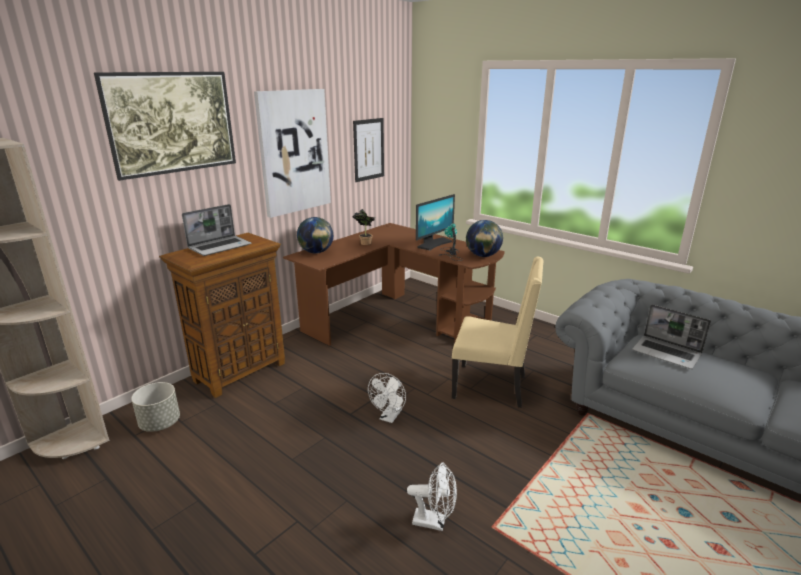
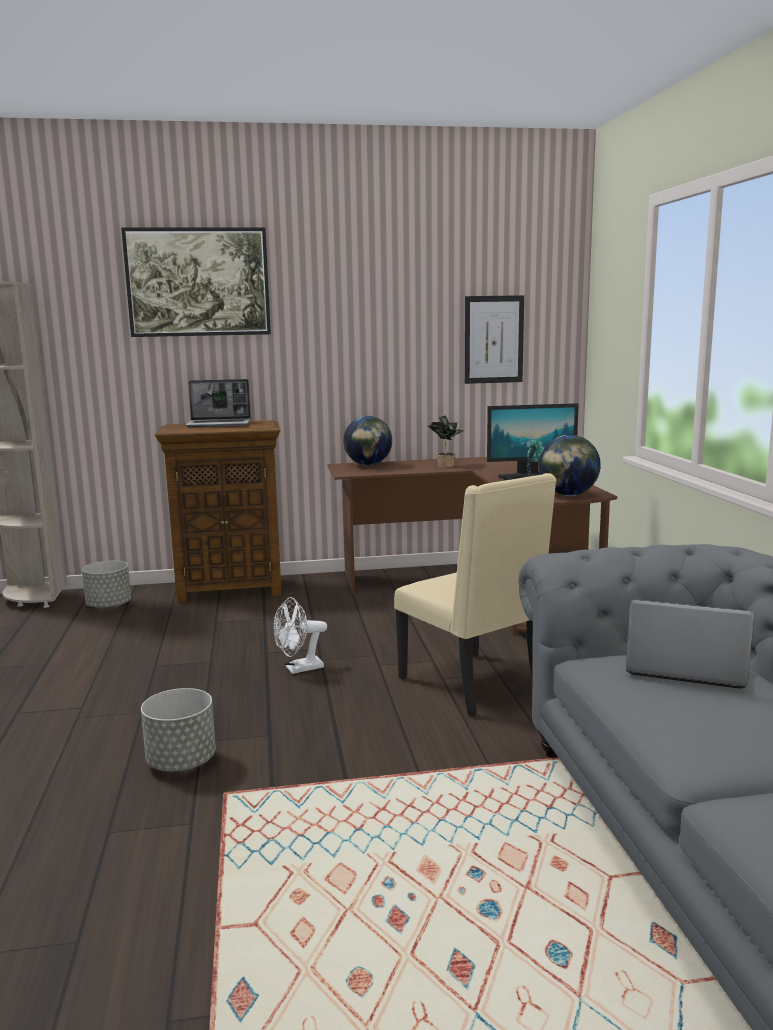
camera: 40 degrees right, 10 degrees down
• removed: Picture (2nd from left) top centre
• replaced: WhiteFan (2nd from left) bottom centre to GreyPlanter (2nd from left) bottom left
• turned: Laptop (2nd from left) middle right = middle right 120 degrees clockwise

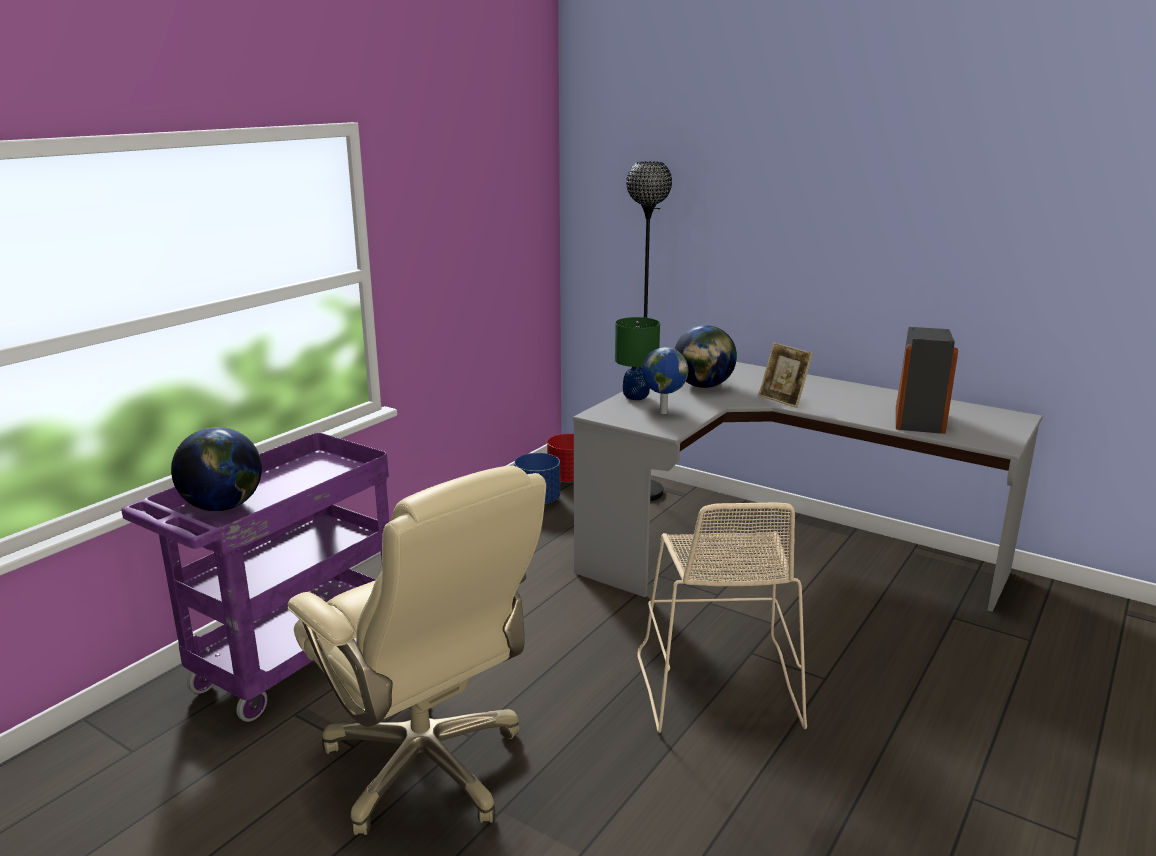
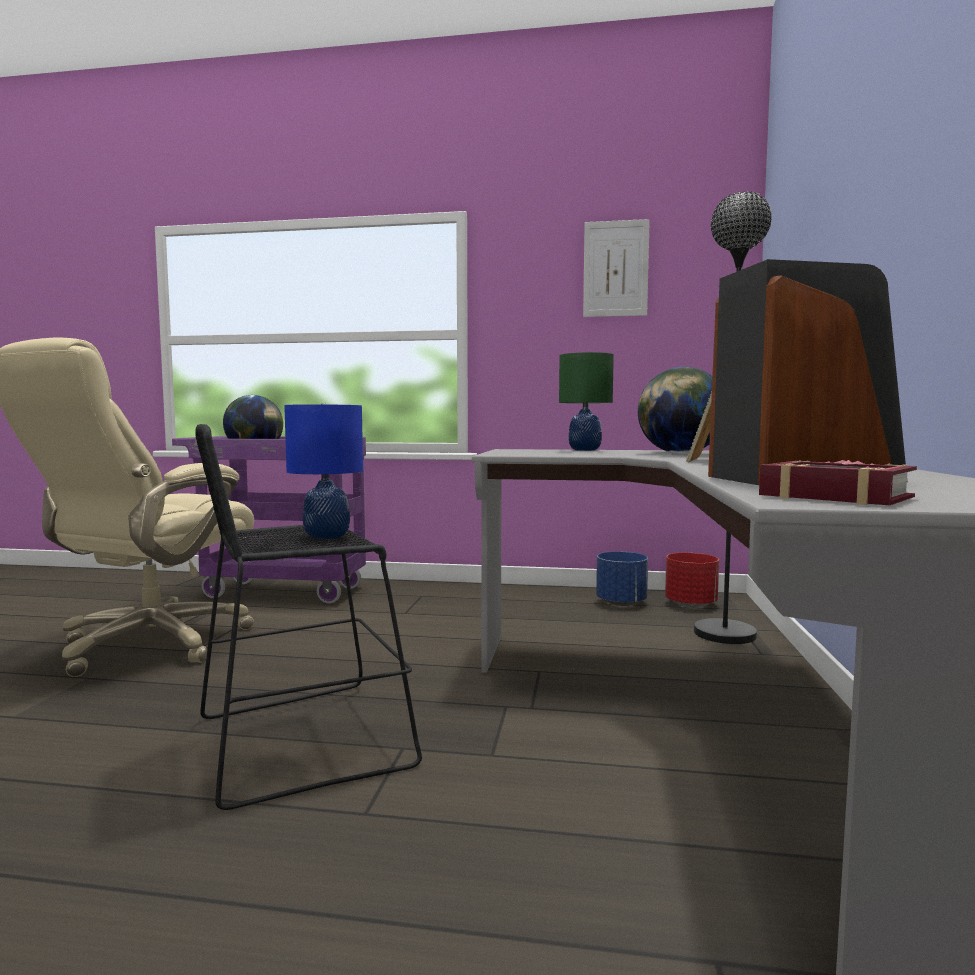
camera: 65 degrees right, 15 degrees down
• removed: DeskGlobe (2nd from left) centre
• added: BlueColouredTabletopLamp middle left
• added: Picture top centre
• added: Book middle right
• recoloured: SandColouredSittingStool bottom centre to BlackishSittingStool middle left

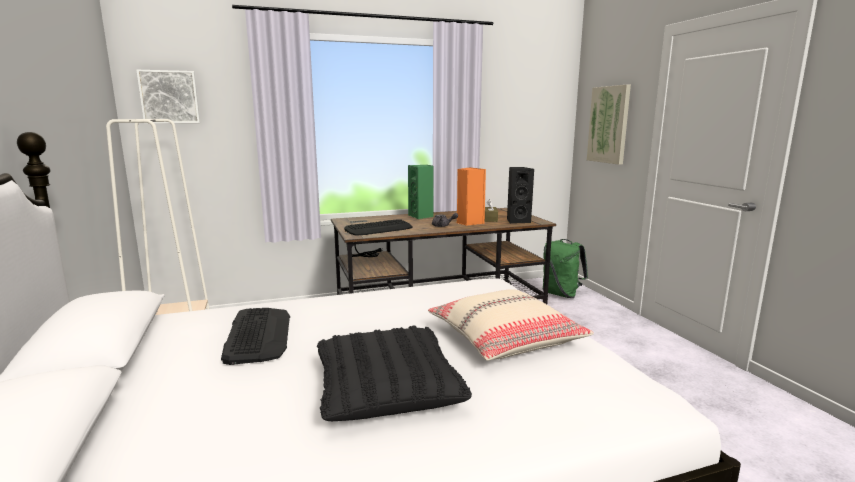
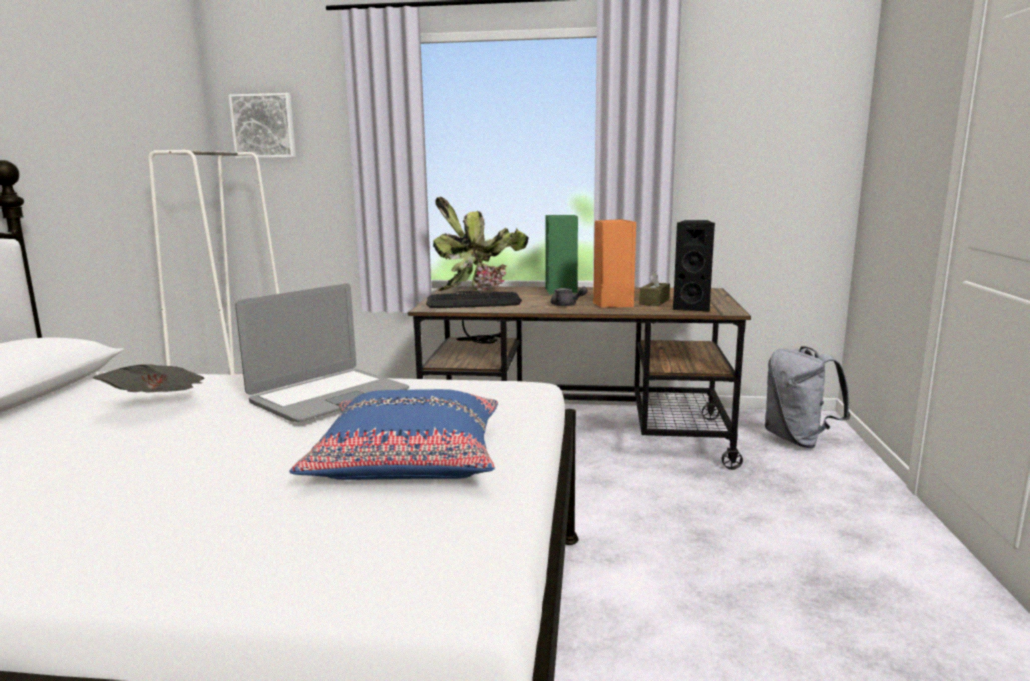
camera: 25 degrees right, 0 degrees up
• removed: BlackishThrowPillow bottom centre
• removed: Picture (2nd from left) top right
• added: Laptop middle left
• added: PlantInAPot centre
• replaced: PcKeyboard (1st from left) bottom left to PrintedPaper middle left
• recoloured: SandColouredThrowPillow bottom centre to BlueColouredThrowPillow centre
• recoloured: GreenKnapsack centre to GreyKnapsack middle right

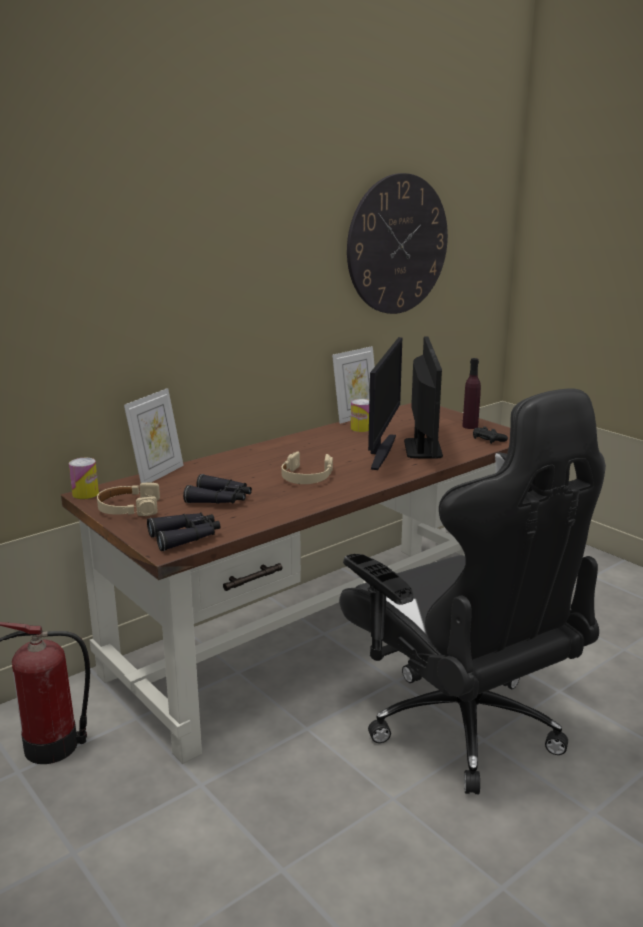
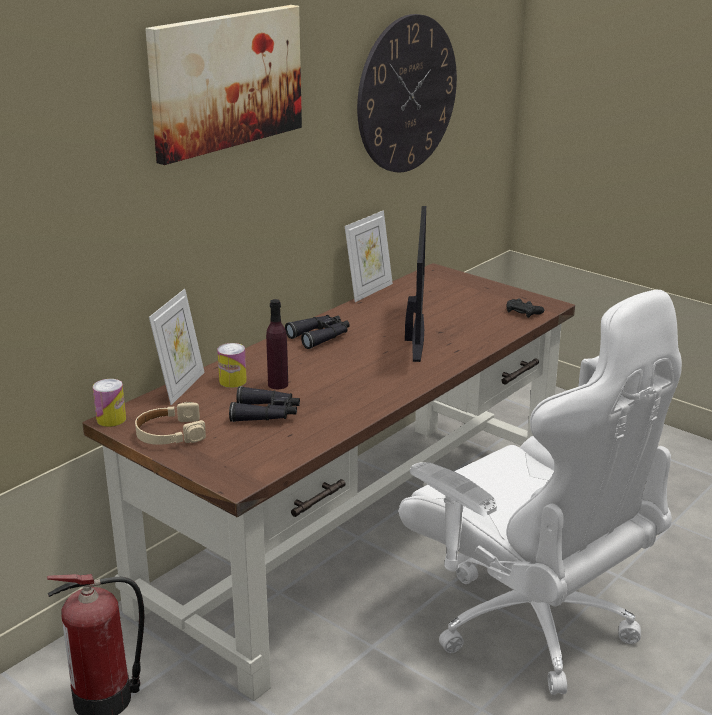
camera: 10 degrees left, 5 degrees up
• removed: SandColouredHeadset (2nd from left) centre
• removed: ComputerDisplay (2nd from left) centre
• added: Picture top left
• moved: BlackishBinoculars (1st from left in the first image) middle left to BlackishBinoculars (2nd from left) centre
• moved: SealedCan (2nd from left) centre to middle left
• moved: PurpleDrinkBottle middle right to centre
• recoloured: BlackishOfficeChair middle right to WhiteOfficeChair bottom right

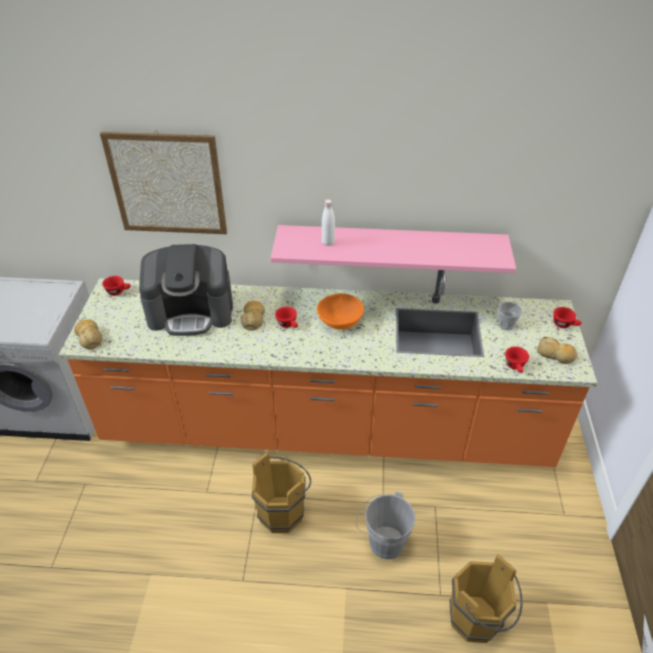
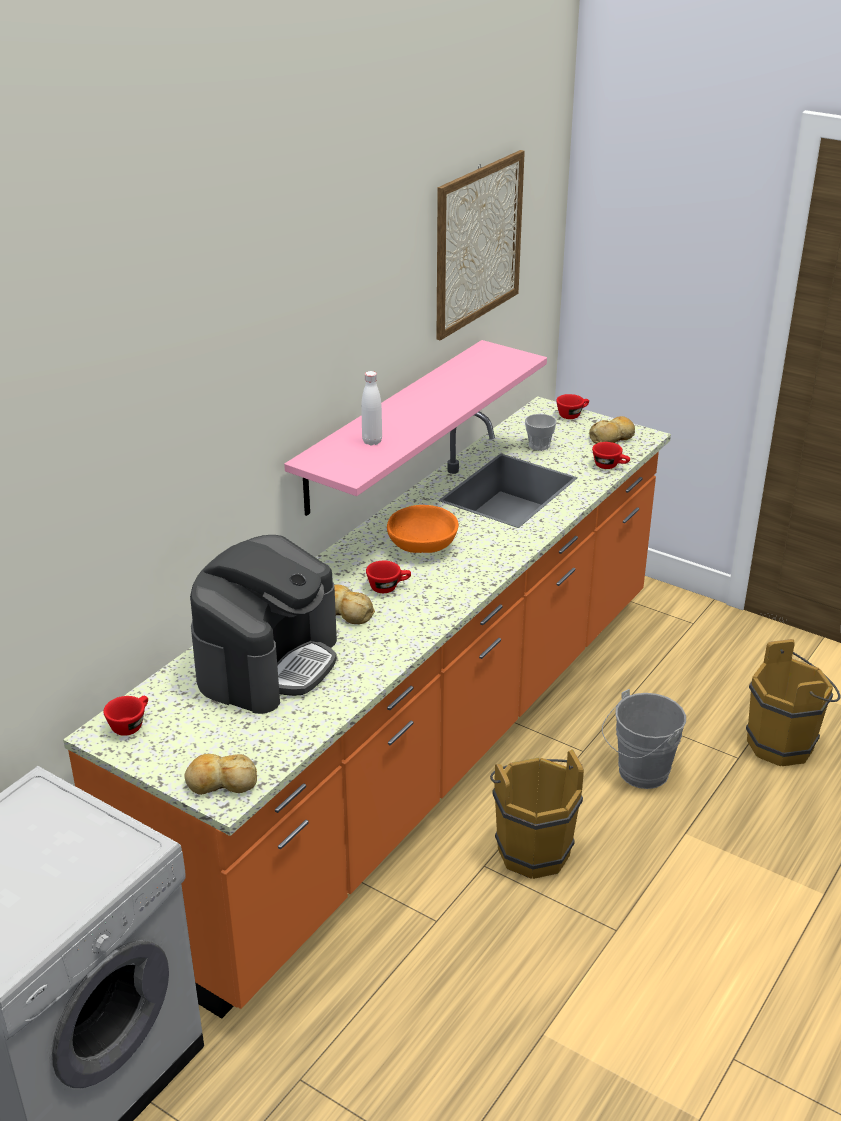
camera: 60 degrees left, 10 degrees down
• moved: Picture top left to top centre

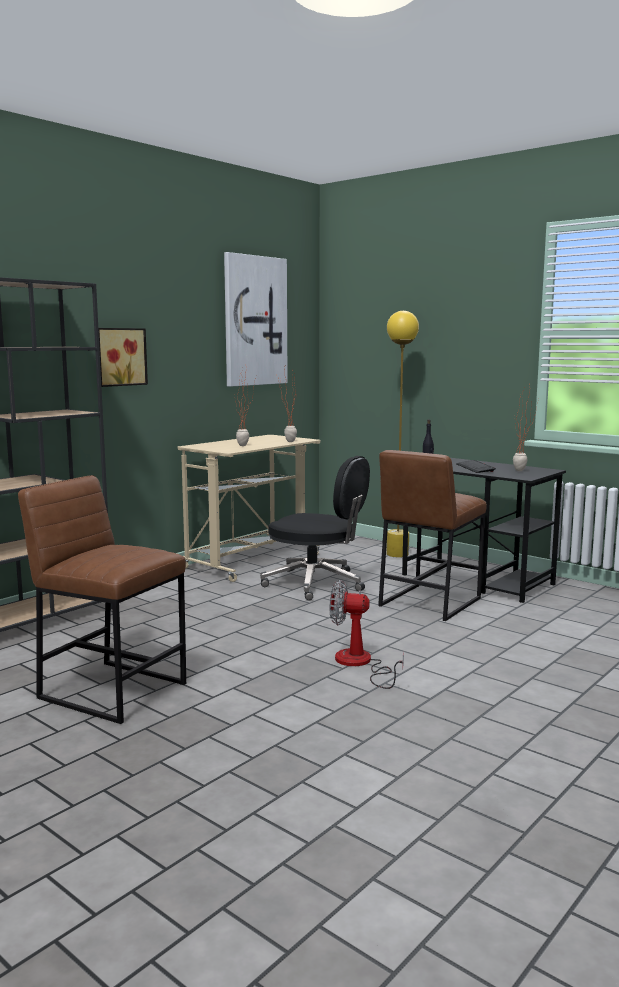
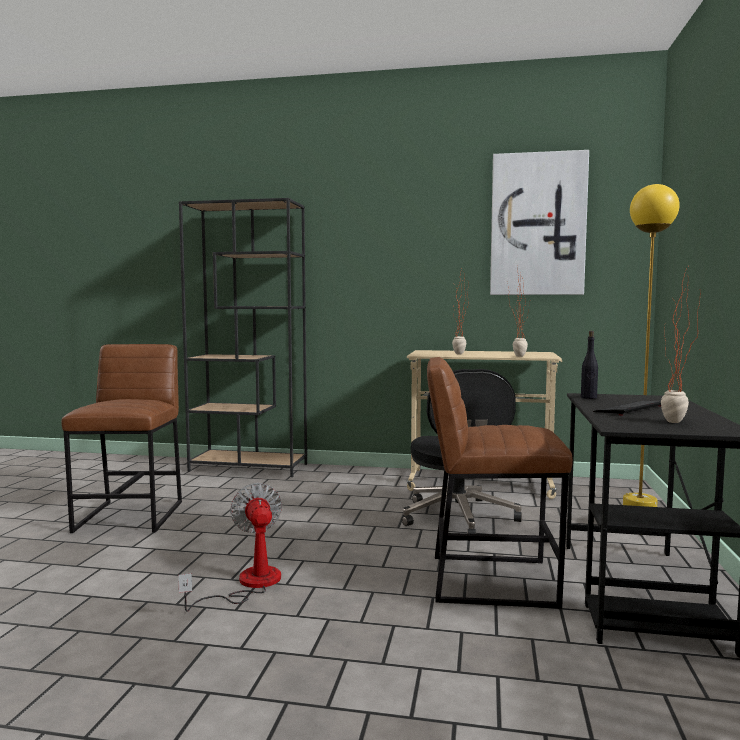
camera: 60 degrees right, 5 degrees down
• removed: Picture (1st from left) middle left

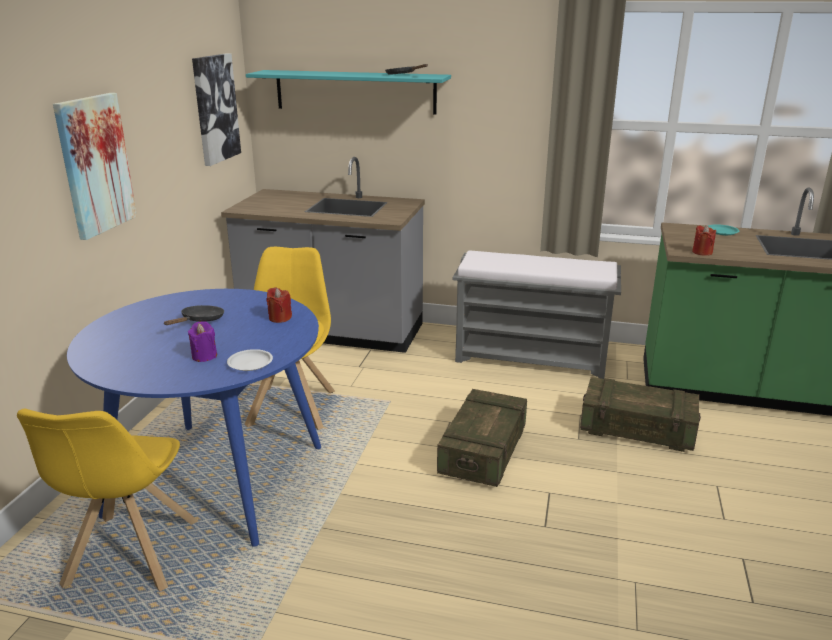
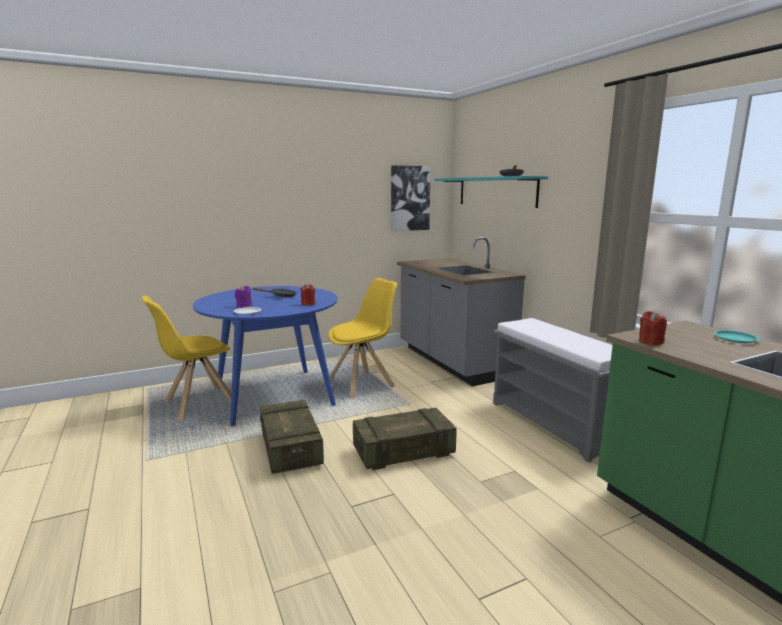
camera: 50 degrees right, 10 degrees down
• removed: Picture (1st from left) top left
• moved: PackingCrate (2nd from left in the first image) middle right to PackingCrate (1st from left) bottom centre

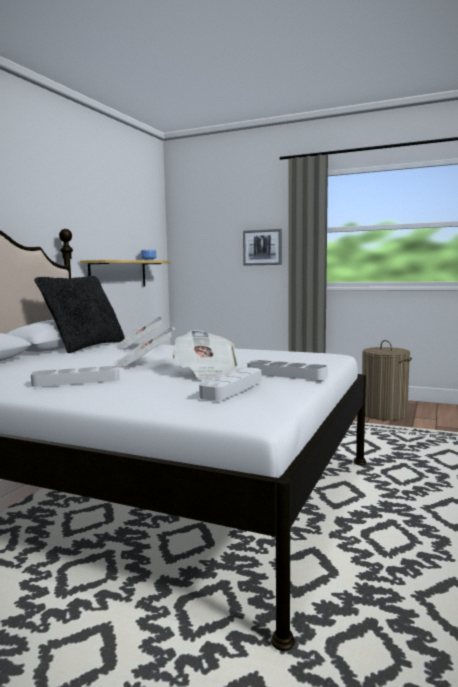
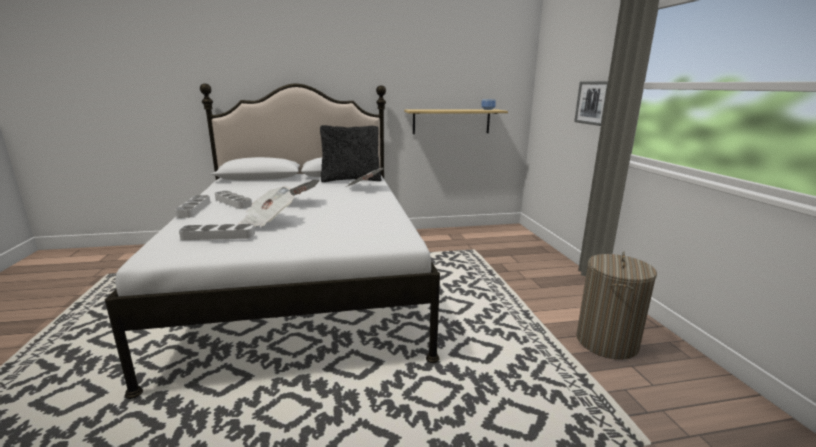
camera: 55 degrees right, 10 degrees up
• moved: GreyCarryingTray (3rd from left in the first image) centre to GreyCarryingTray (1st from left) middle left

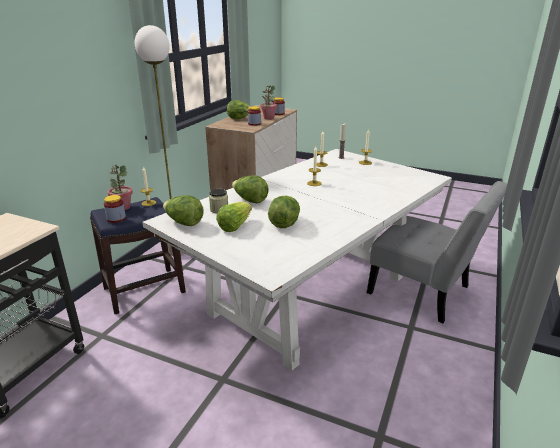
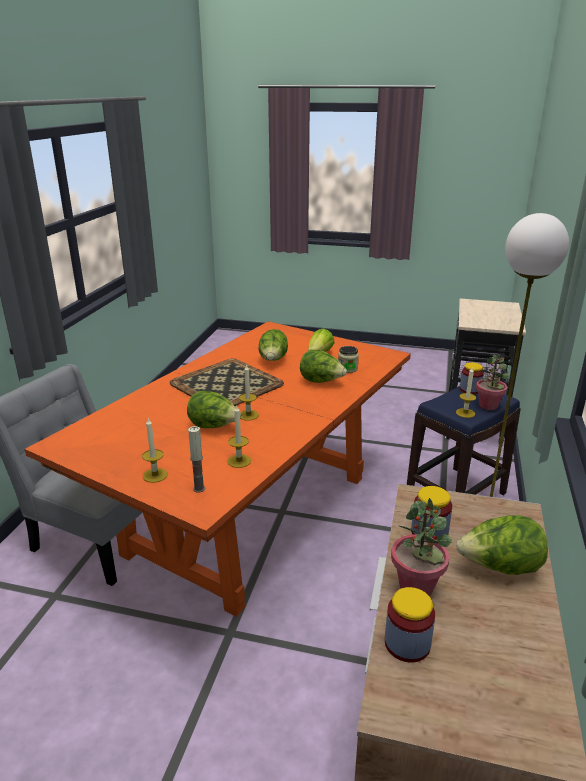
camera: 170 degrees right, 0 degrees up
• added: CarryingTray centre
• moved: Lettuce (1st from left) middle left to centre
• recoloured: WhiteKitchenTable centre to OrangeColouredKitchenTable centre

